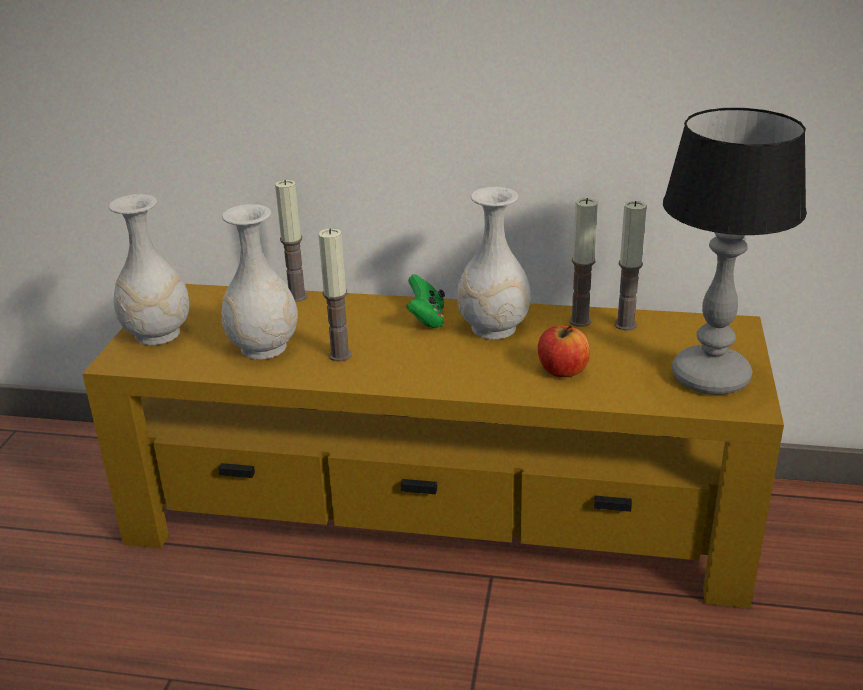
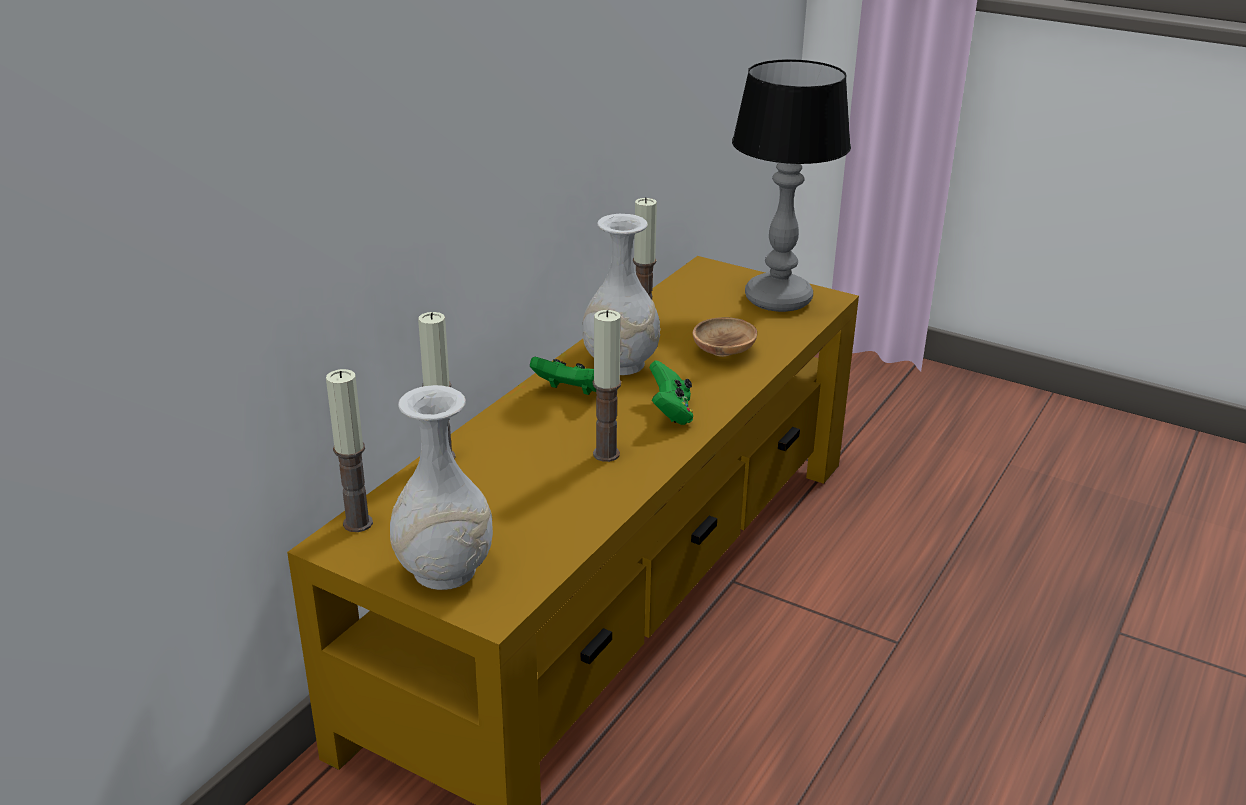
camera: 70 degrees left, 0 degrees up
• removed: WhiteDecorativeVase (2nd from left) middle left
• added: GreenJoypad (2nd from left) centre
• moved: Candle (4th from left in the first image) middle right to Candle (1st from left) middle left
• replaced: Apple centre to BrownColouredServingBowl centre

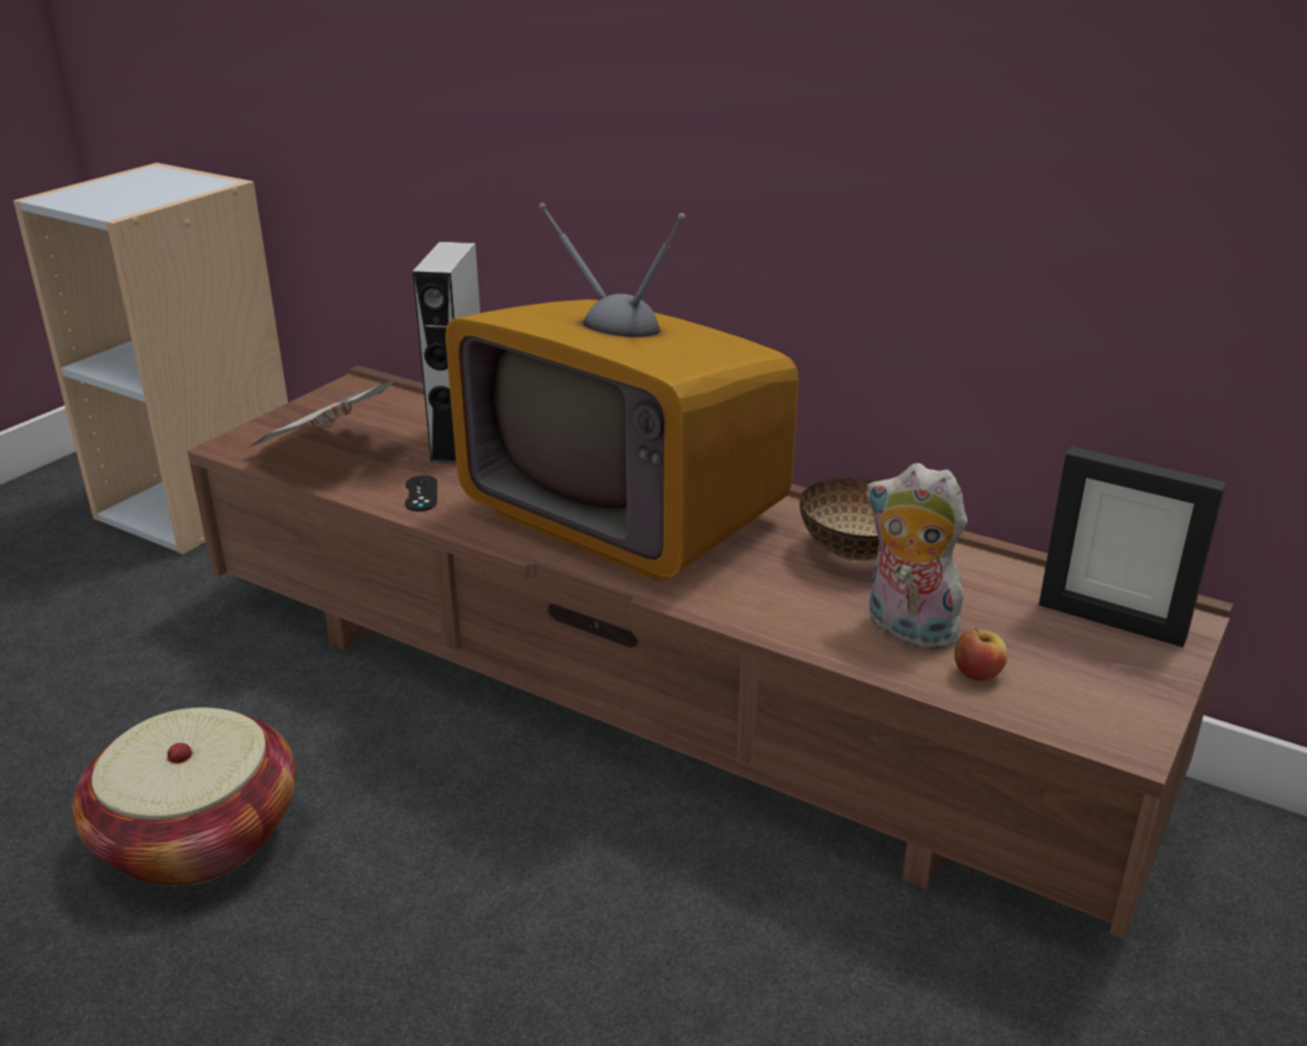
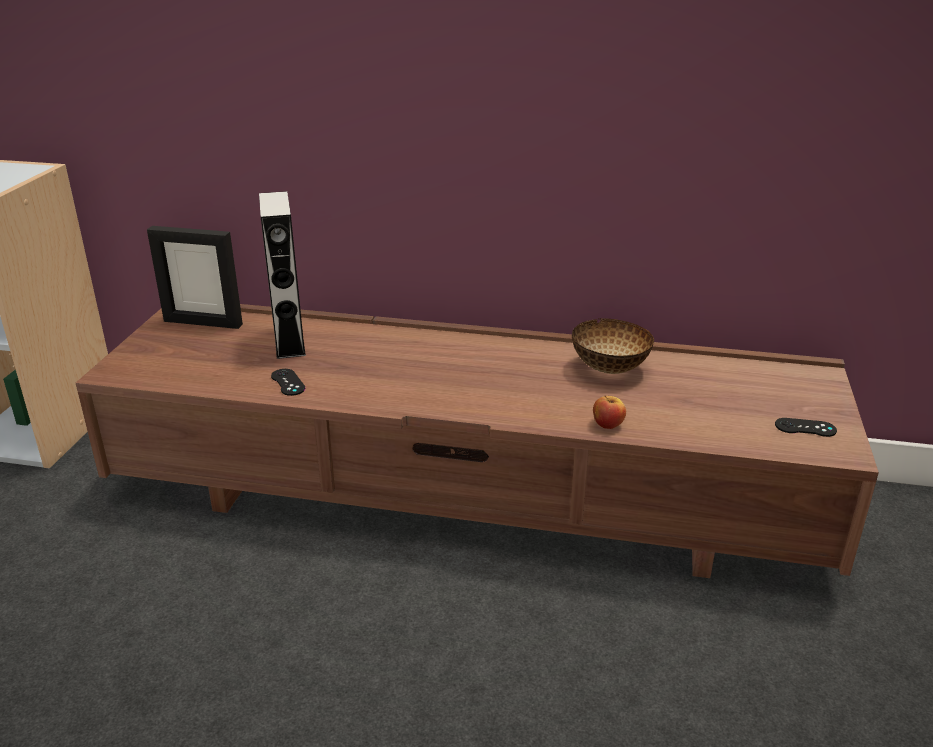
camera: 20 degrees left, 0 degrees up
• removed: StorageBasket bottom left
• removed: PrintedPaper middle left
• removed: Tv centre
• removed: SoftToy middle right
• added: BlackishJoypad (2nd from left) middle right
• moved: Apple middle right to centre
• moved: StandingFrame middle right to middle left

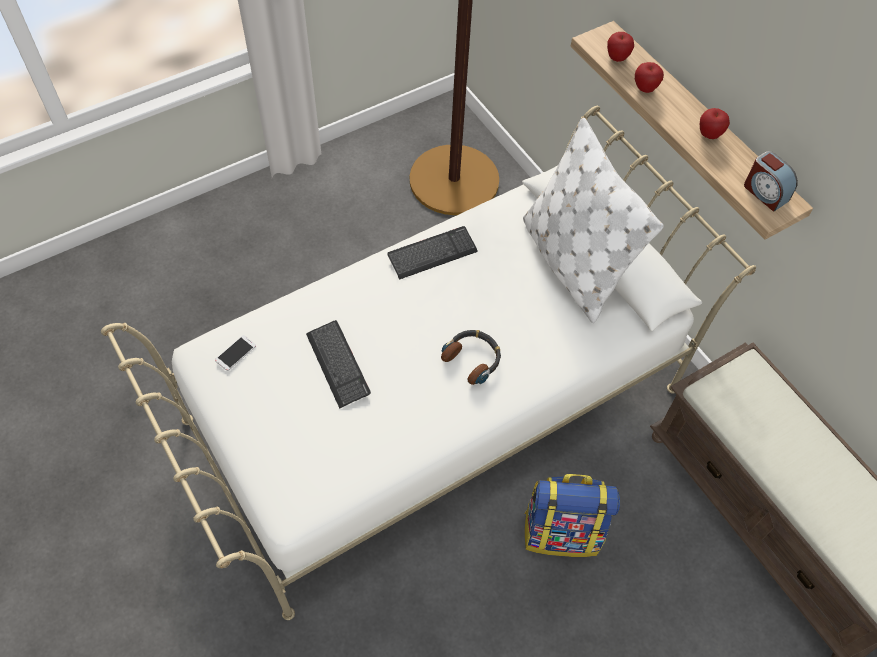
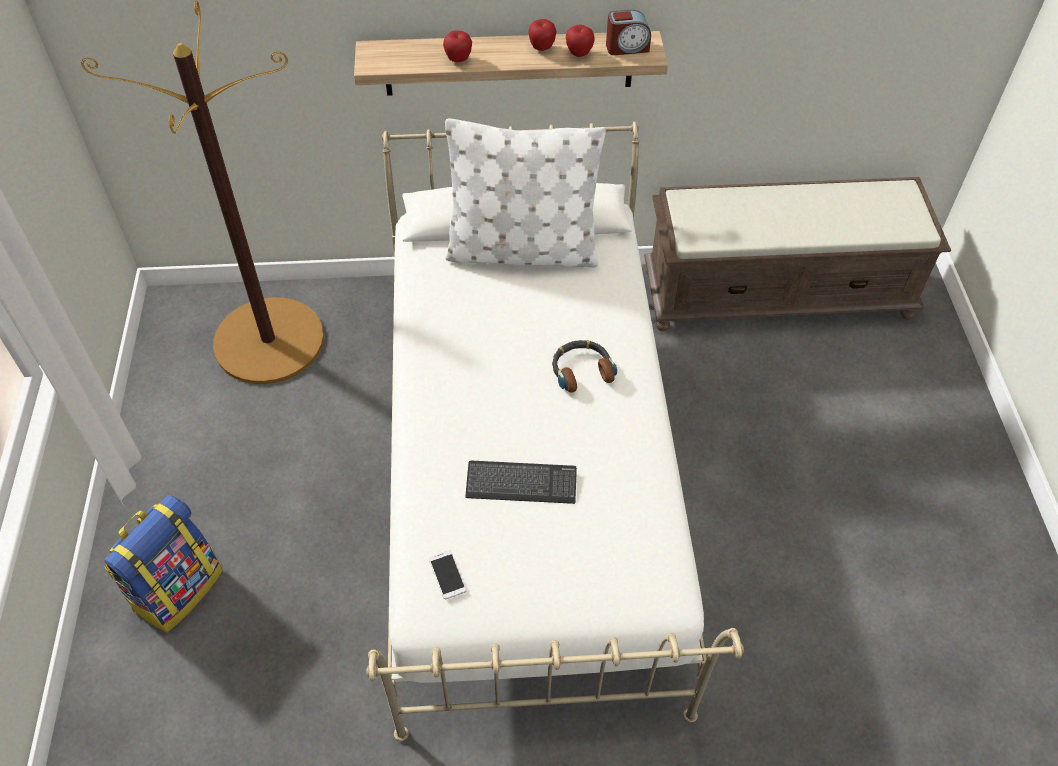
camera: 60 degrees left, 5 degrees down
• removed: PcKeyboard (2nd from left) centre
• moved: Knapsack bottom centre to bottom left
• moved: Apple (1st from left in the first image) top right to Apple (3rd from left) top centre

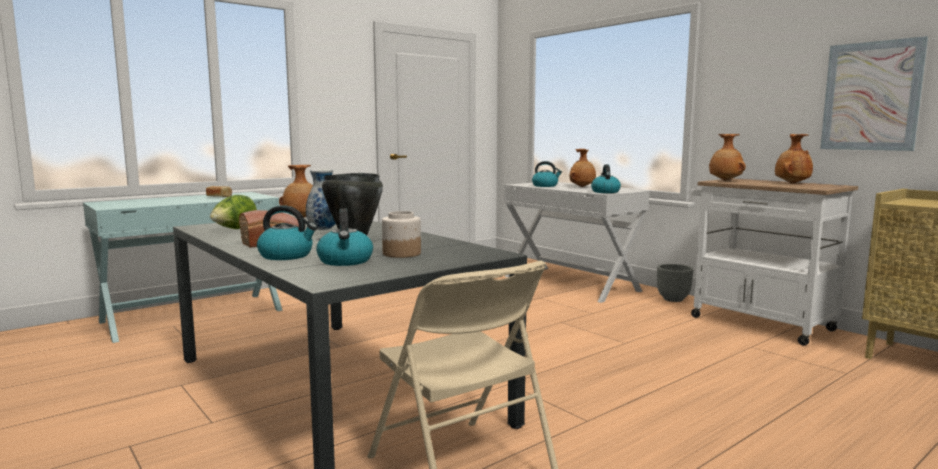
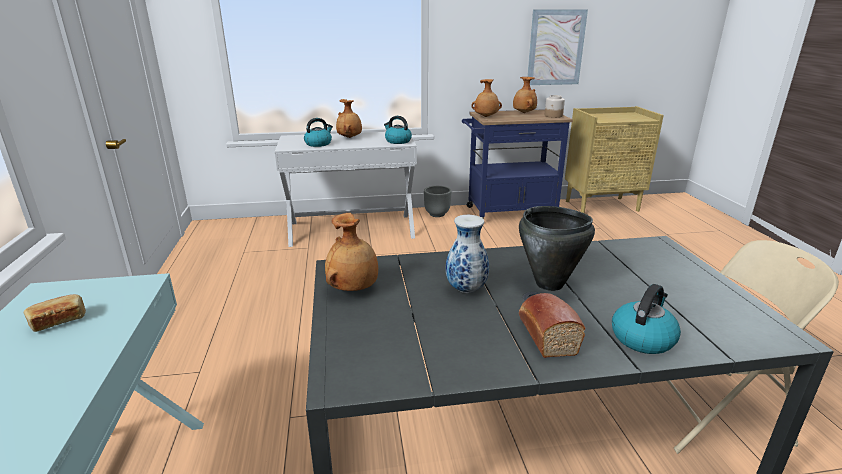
camera: 60 degrees left, 15 degrees up
• removed: Lettuce middle left
• removed: WaterKettle (2nd from left) centre
• moved: StorageJar centre to top centre
• recoloured: WhiteCart middle right to BlueColouredCart centre

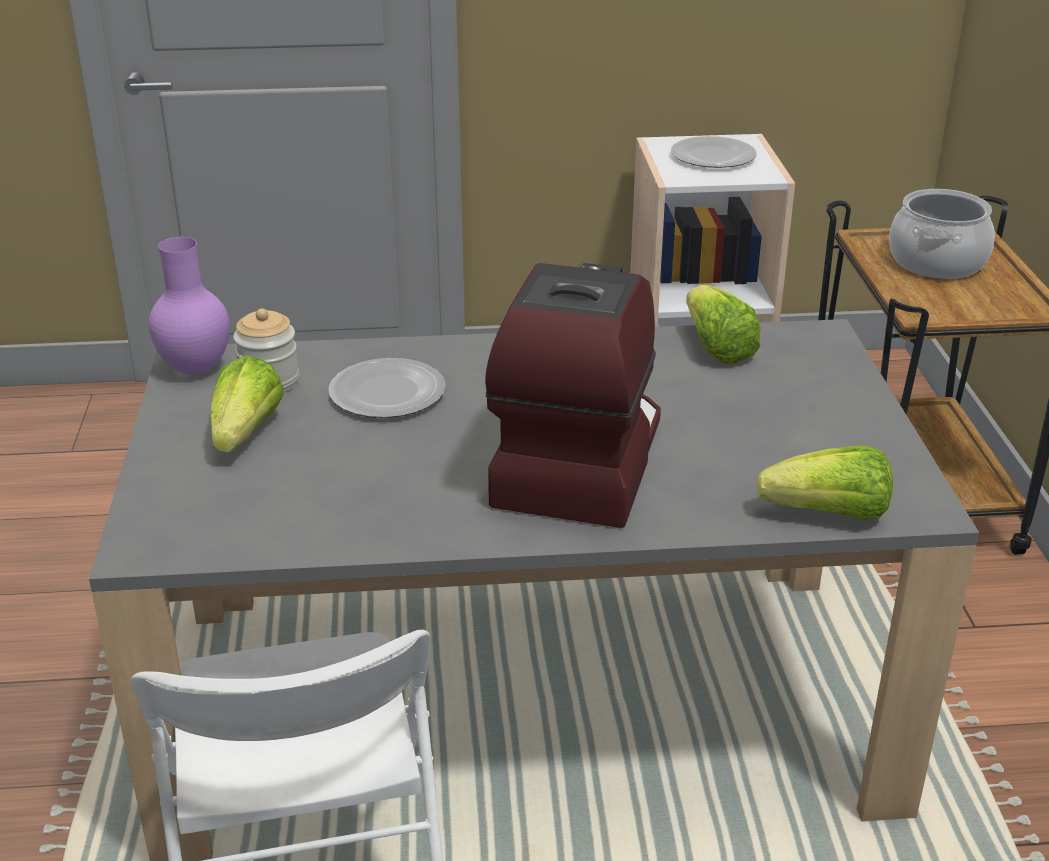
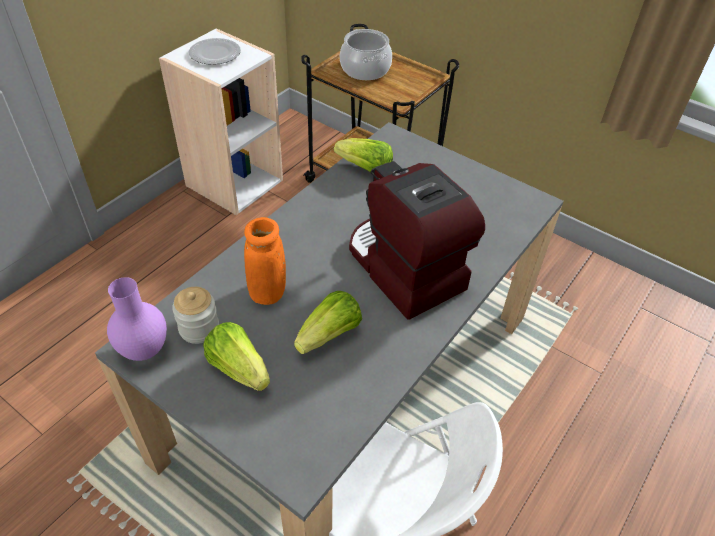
camera: 50 degrees left, 15 degrees up
• moved: Lettuce (3rd from left in the first image) middle right to Lettuce (2nd from left) centre
• replaced: FlatDish (1st from left) centre to OrangeColouredDecorativeVase centre

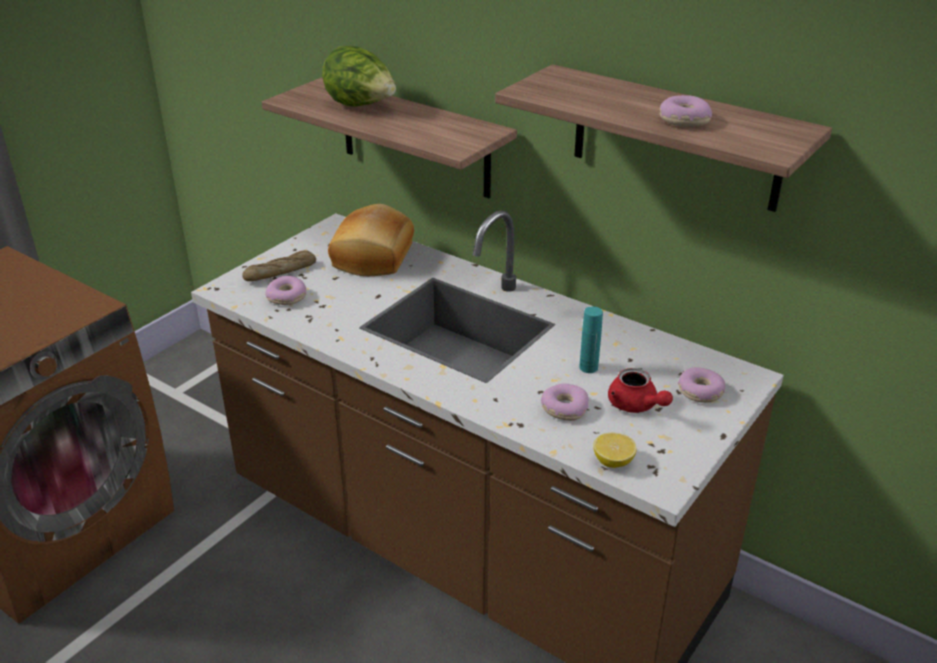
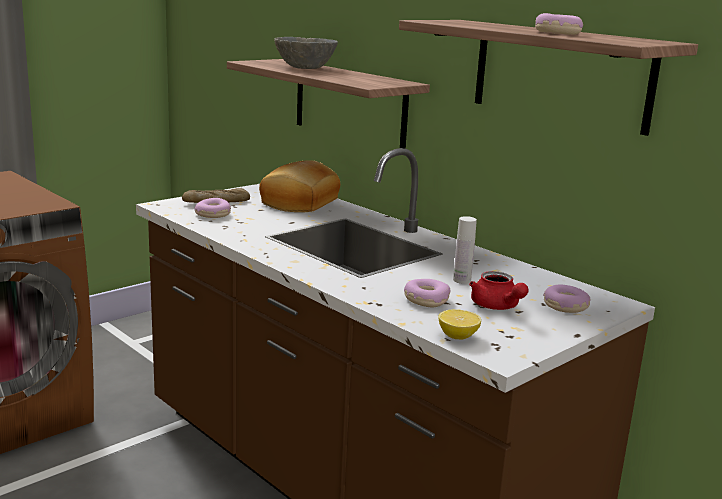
camera: 10 degrees right, 15 degrees down
• replaced: Lettuce top centre to GreyServingBowl top centre
• recoloured: BlueGreenDrinkBottle centre to WhiteDrinkBottle centre

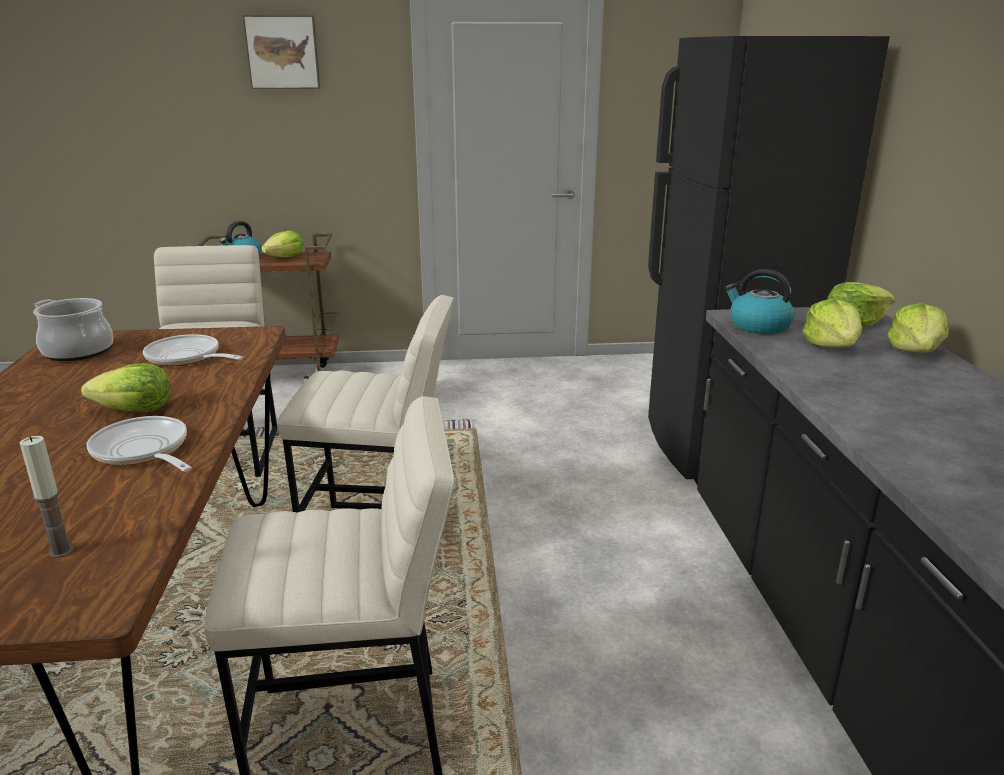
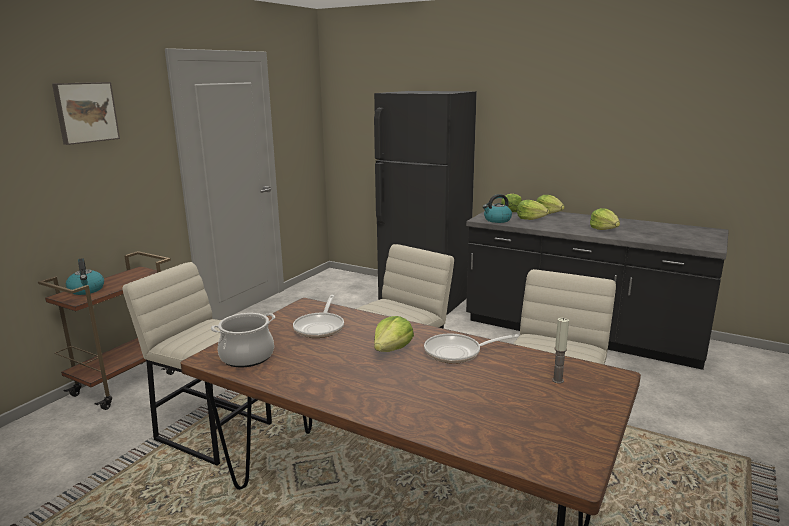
camera: 55 degrees left, 5 degrees down
• moved: Lettuce (2nd from left in the first image) top left to Lettuce (5th from left) middle right
• turned: Skillet (2nd from left in the first image) middle left = centre 60 degrees counterclockwise

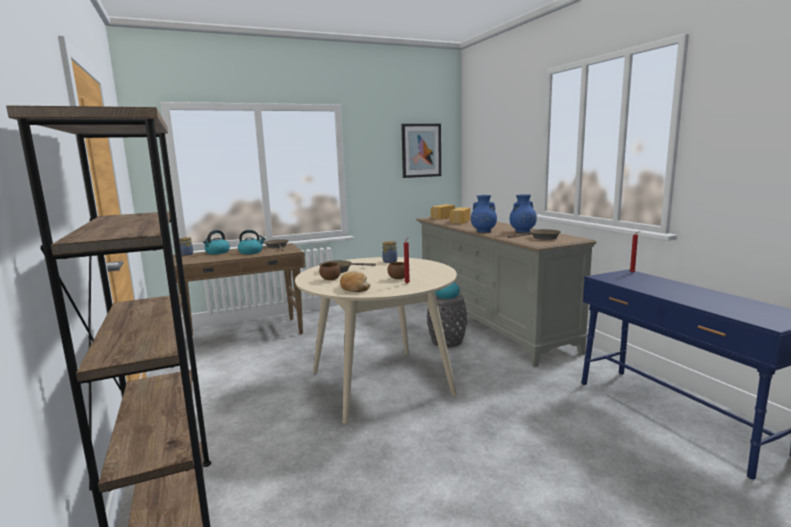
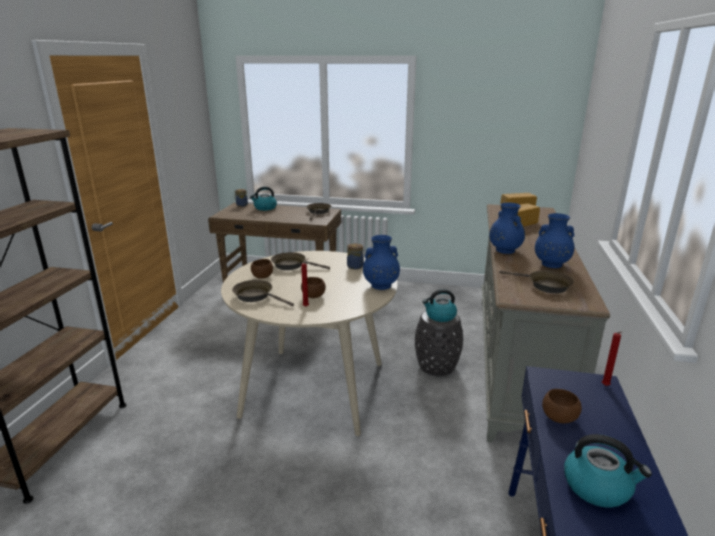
camera: 35 degrees right, 10 degrees up
• removed: Picture top centre
• added: BlueColouredDecorativeVase (1st from left) centre
• added: BrownColouredServingBowl (3rd from left) bottom right
• moved: WaterKettle (2nd from left in the first image) middle left to WaterKettle (3rd from left) bottom right
• replaced: BakeryBread (1st from left) centre to BrownColouredSkillet (1st from left) centre

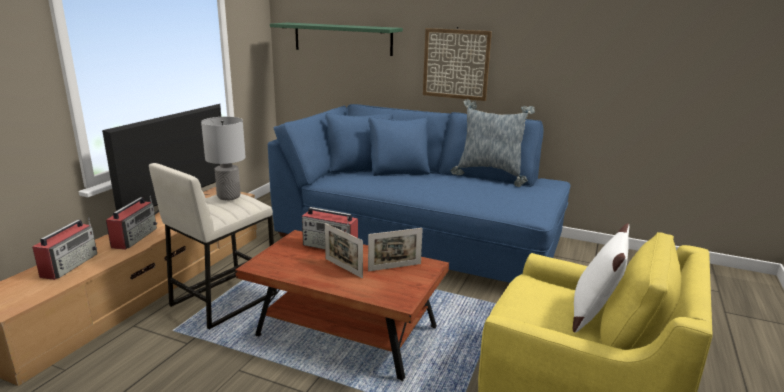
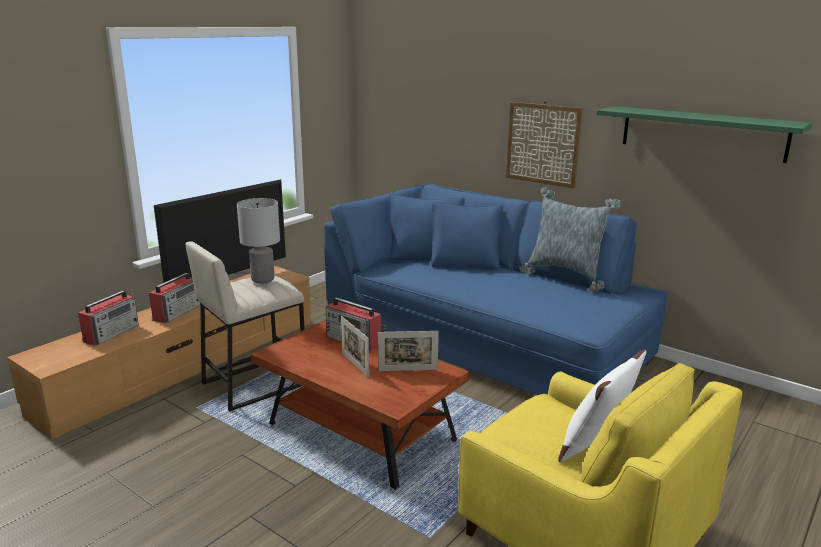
camera: 15 degrees right, 0 degrees up
• moved: GreenWallShelf top centre to top right

